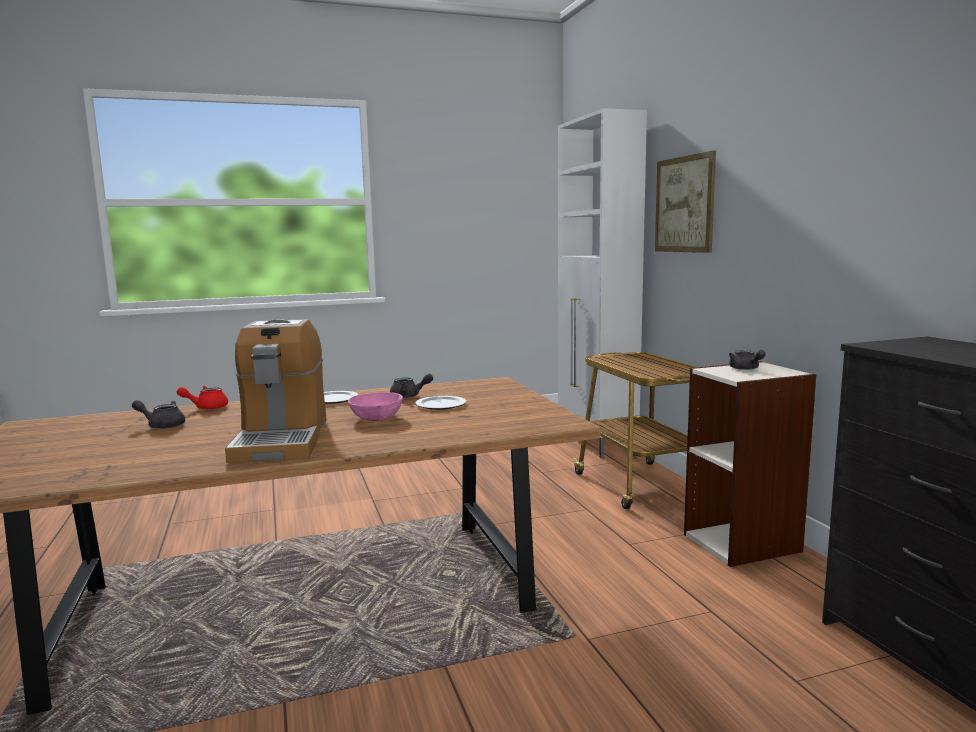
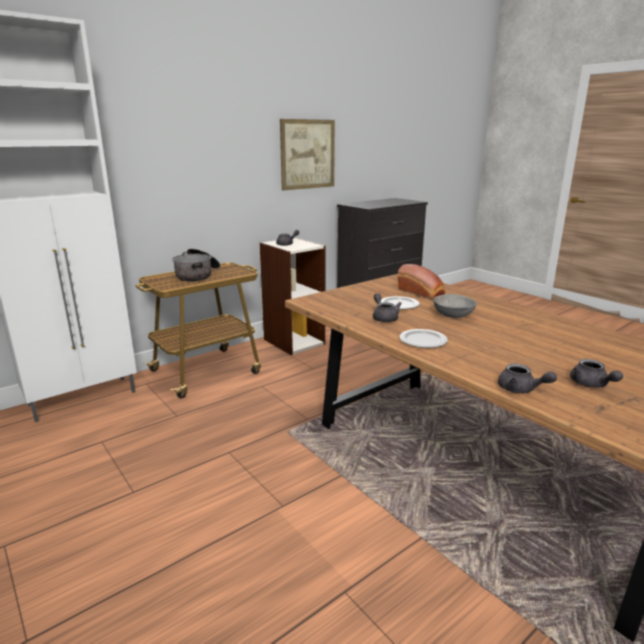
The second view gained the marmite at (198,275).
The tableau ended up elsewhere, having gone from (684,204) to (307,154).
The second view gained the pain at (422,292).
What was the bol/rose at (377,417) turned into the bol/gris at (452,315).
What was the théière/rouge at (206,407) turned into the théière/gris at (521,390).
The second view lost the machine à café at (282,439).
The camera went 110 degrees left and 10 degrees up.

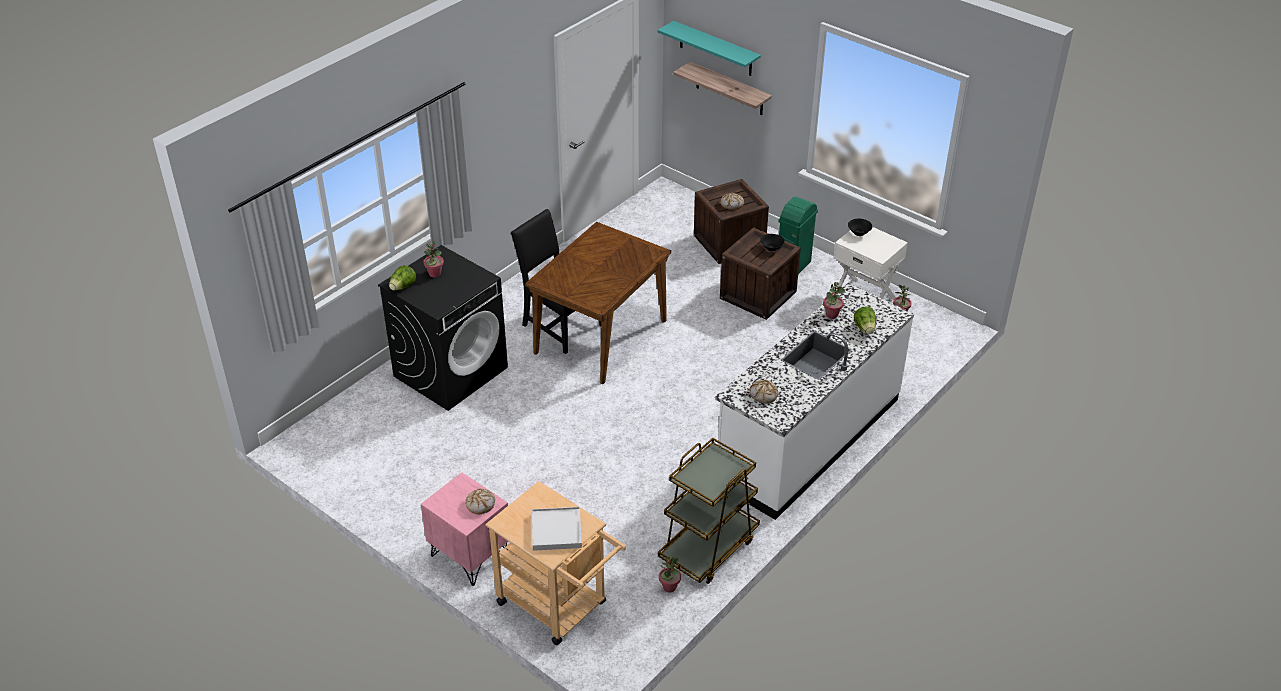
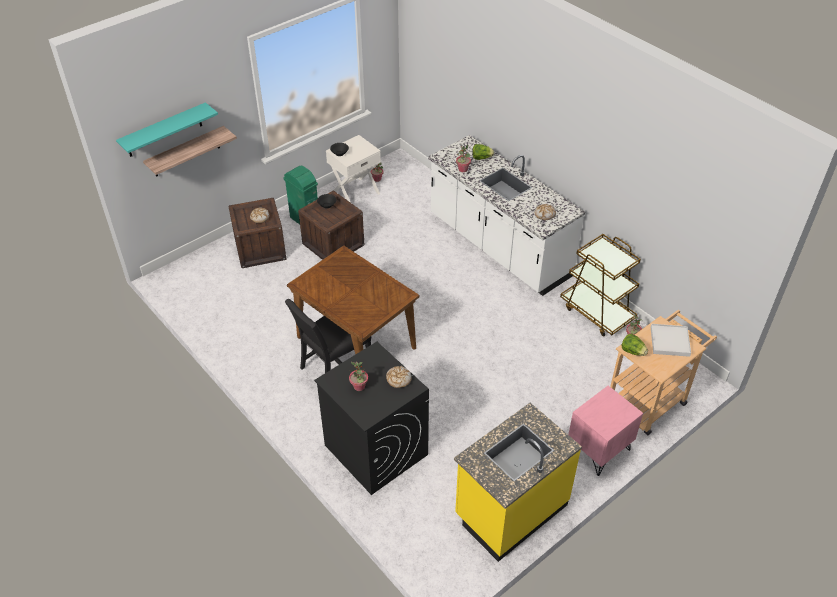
The pain ended up elsewhere, having gone from (480,504) to (398,379).
The second view gained the comptoir de cuisine/jaune at (510,510).
The laitue ended up elsewhere, having gone from (403,287) to (632,351).
The camera went 80 degrees left and 5 degrees up.

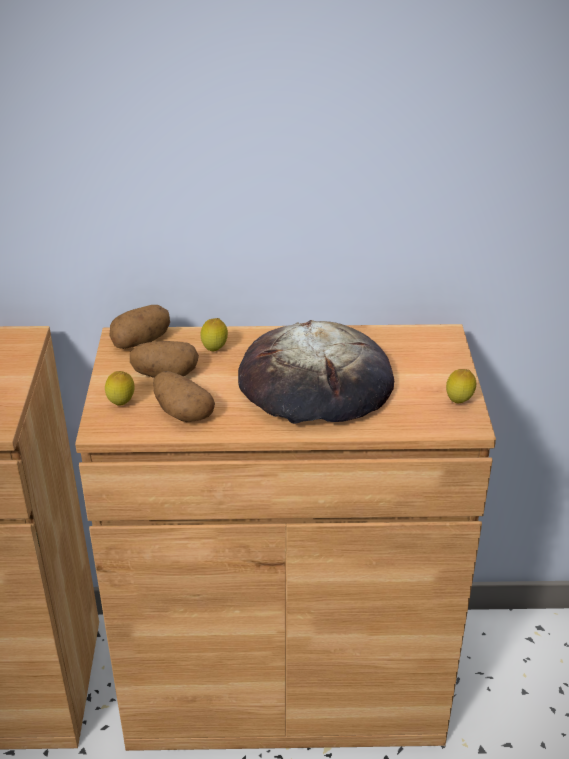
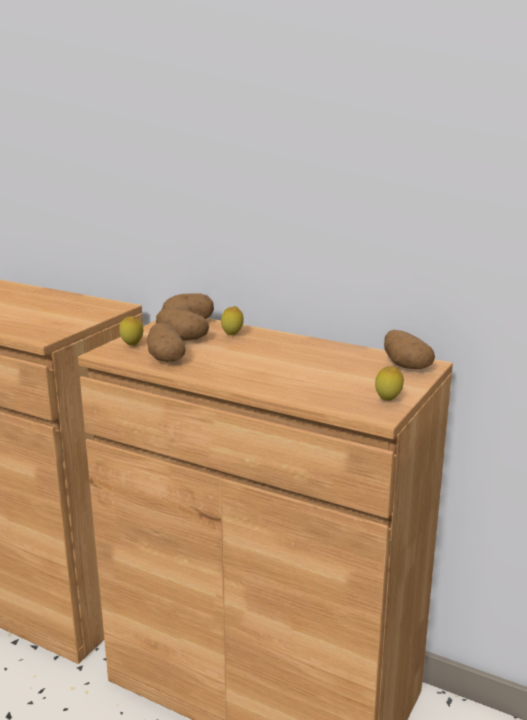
The second view gained the pomme de terre at (405,366).
The second view lost the pain at (315,384).
The camera went 30 degrees right and 15 degrees down.

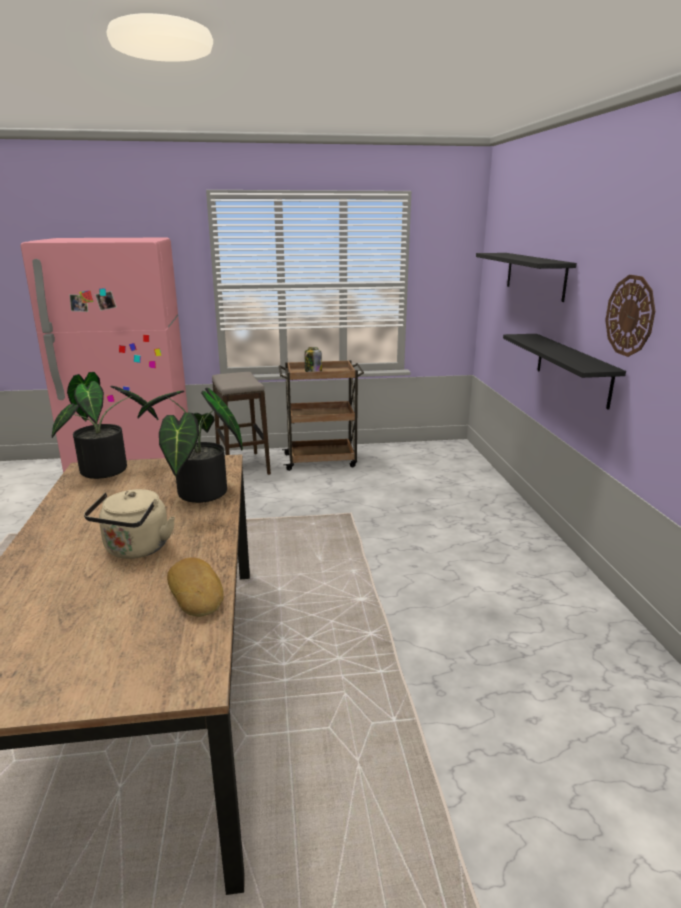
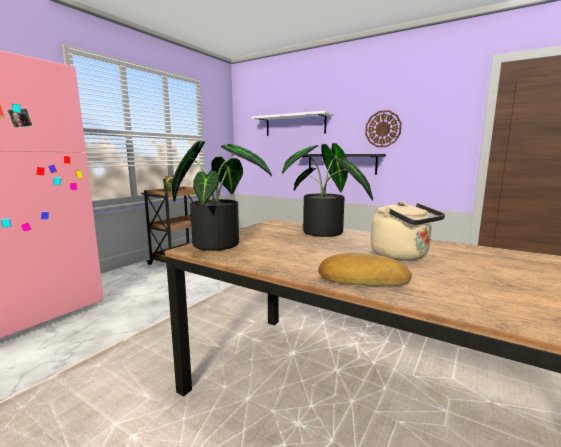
What was the étagère/noir at (535,275) turned into the étagère/blanc at (295,125).
The pain ended up elsewhere, having gone from (197,592) to (361,278).
The second view lost the tabouret at (243,466).
The camera went 50 degrees left and 10 degrees down.

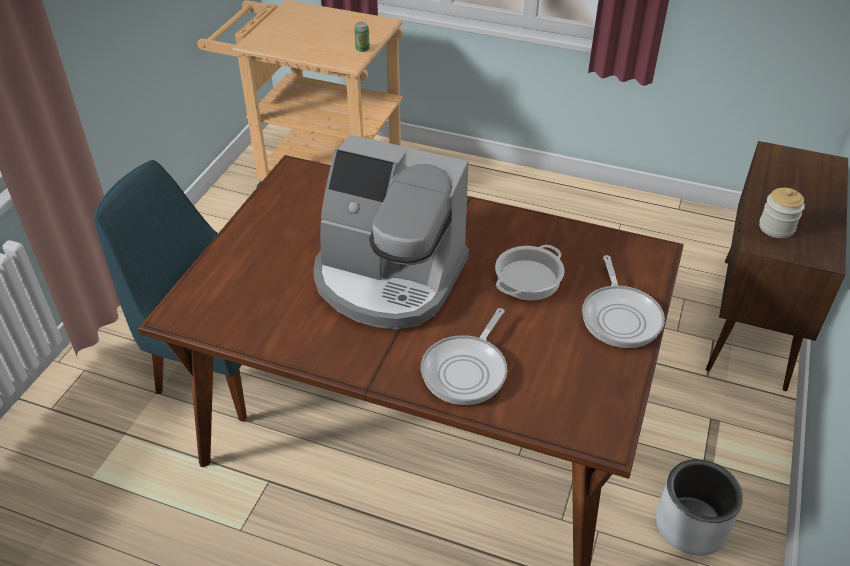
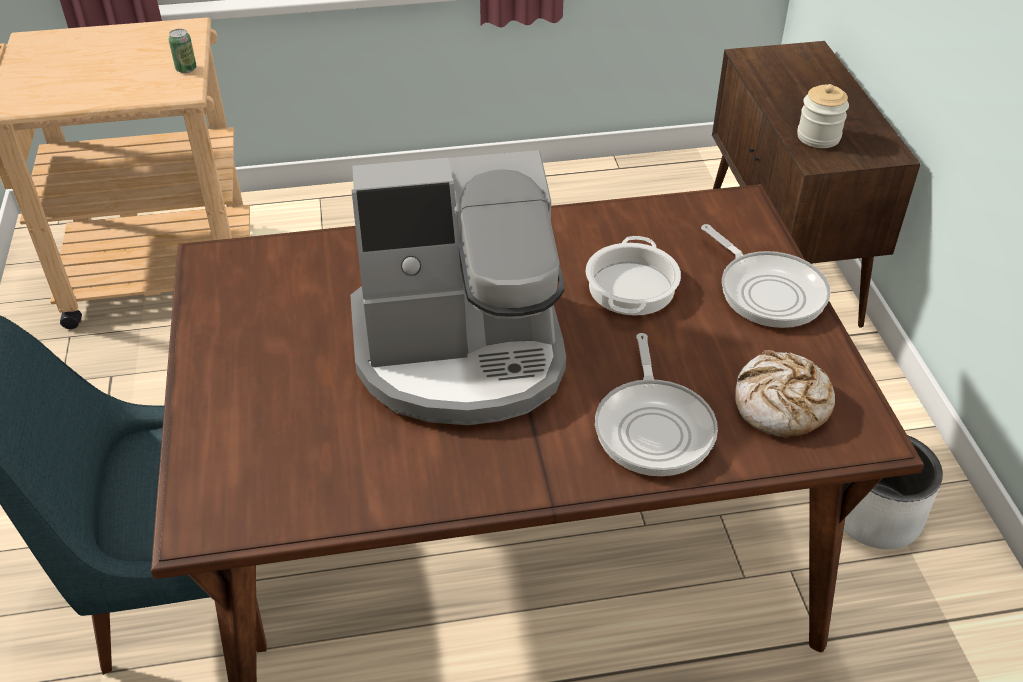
The second view gained the pain at (781,405).
The camera went 30 degrees left and 0 degrees up.

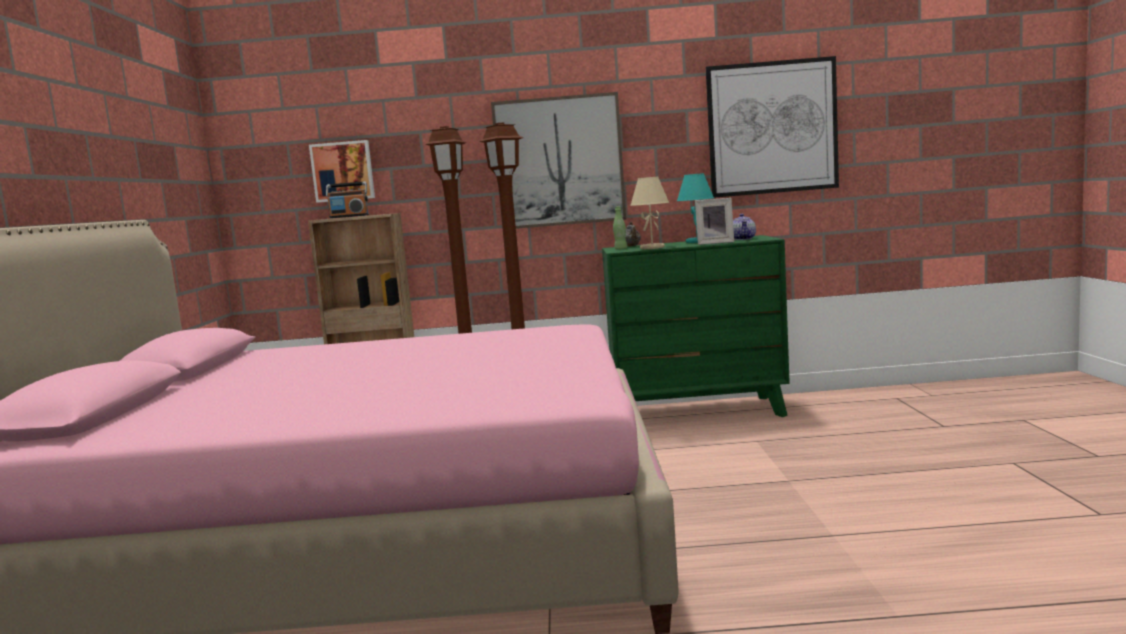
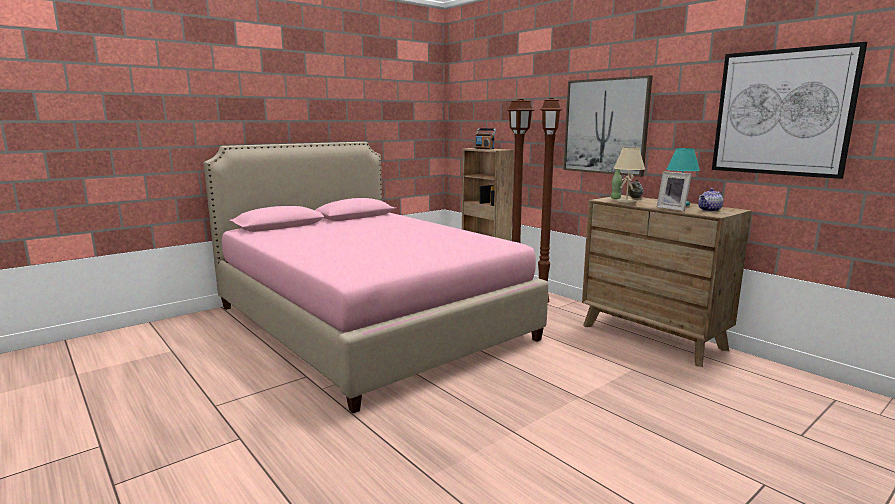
What was the commode/vert at (697,412) turned into the commode/marron at (652,337).
The second view lost the tableau at (343,171).
The camera went 50 degrees right and 5 degrees up.

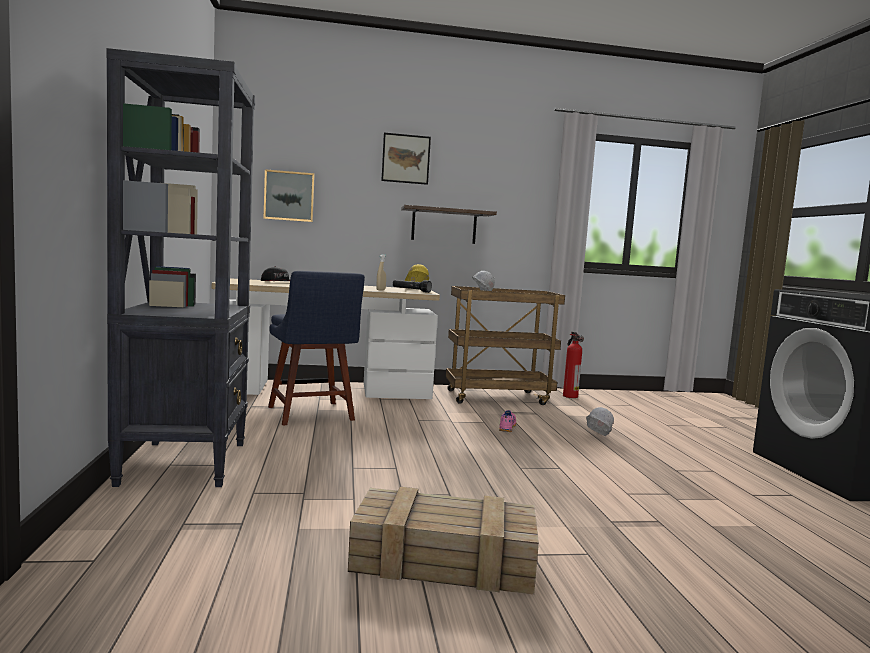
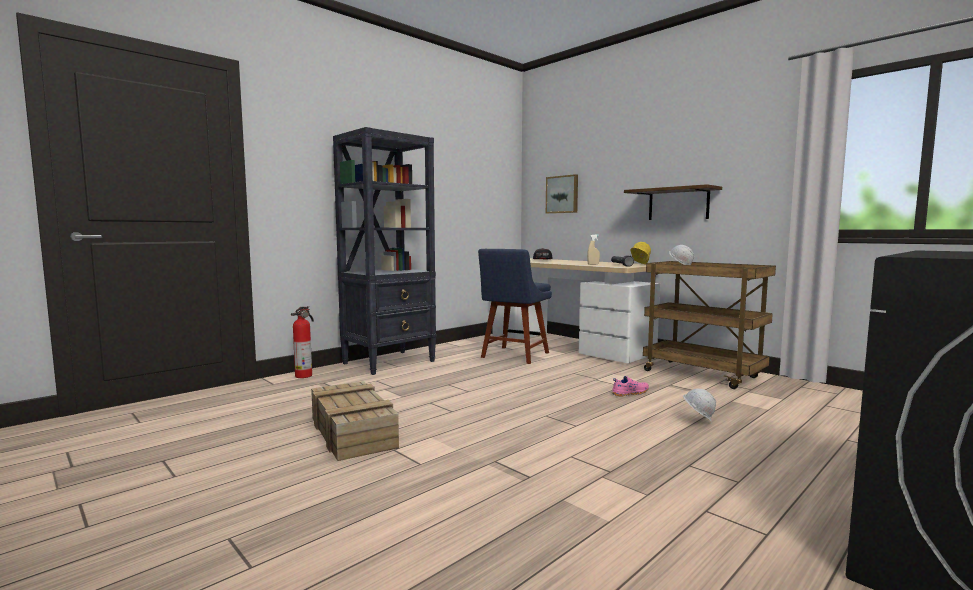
The extincteur ended up elsewhere, having gone from (569,396) to (304,375).
The second view lost the tableau at (406,159).
The camera went 55 degrees right and 0 degrees up.

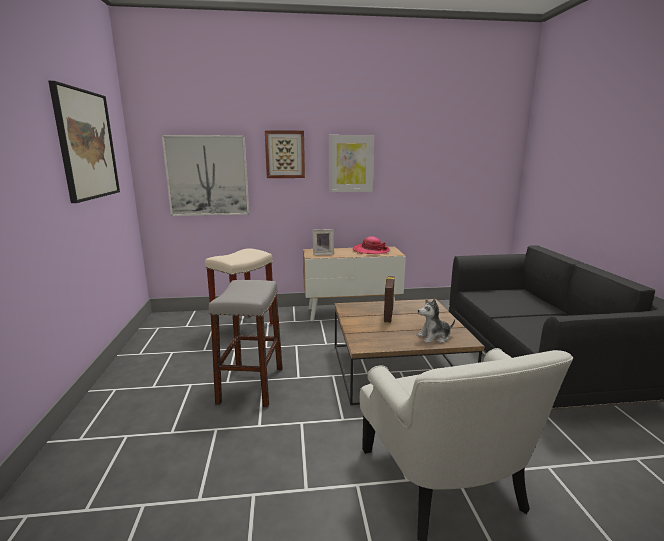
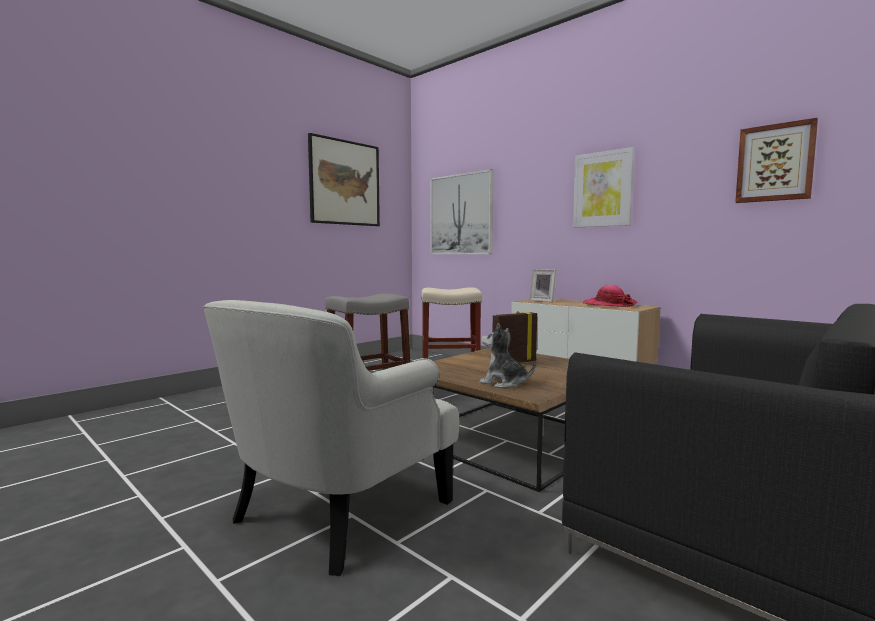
The tableau ended up elsewhere, having gone from (285,154) to (775,163).
The camera went 50 degrees right and 10 degrees down.

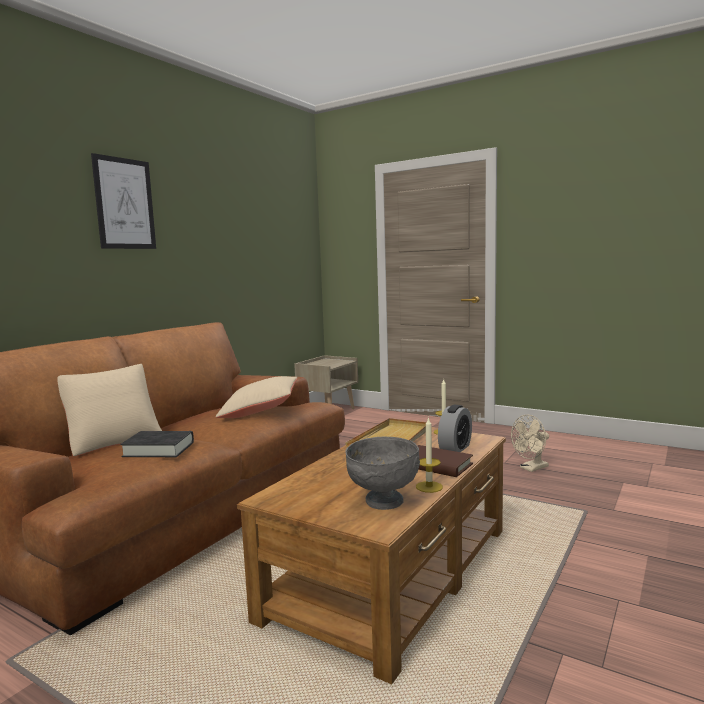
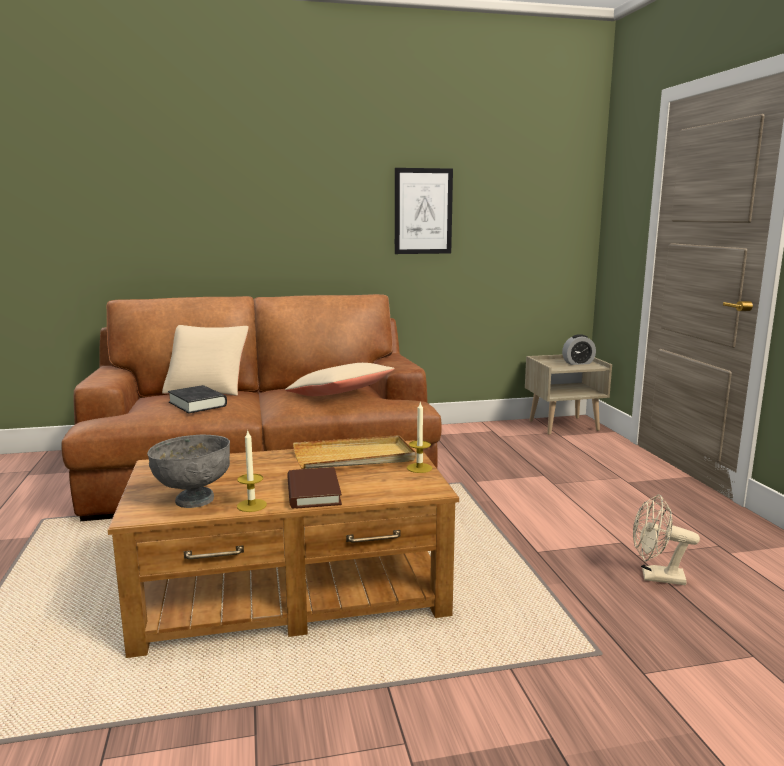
The tableau ended up elsewhere, having gone from (124,203) to (423,211).
The réveil ended up elsewhere, having gone from (455,448) to (578,363).
The camera went 45 degrees right and 5 degrees up.

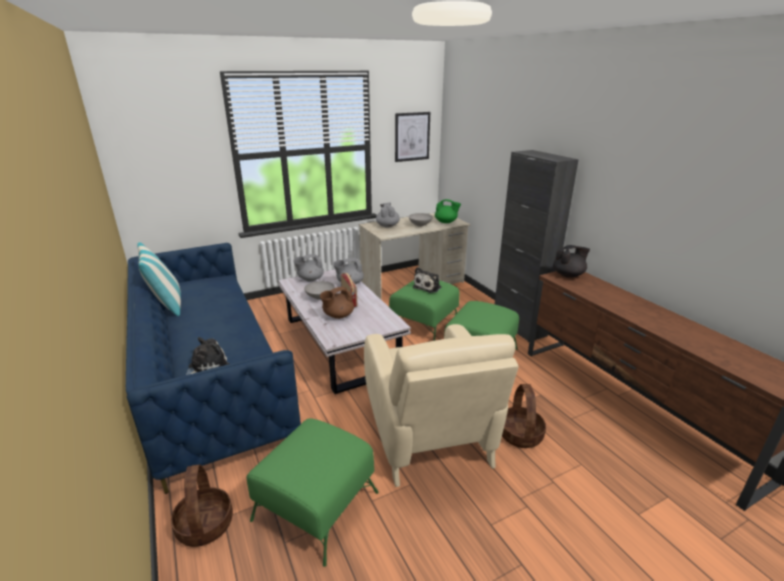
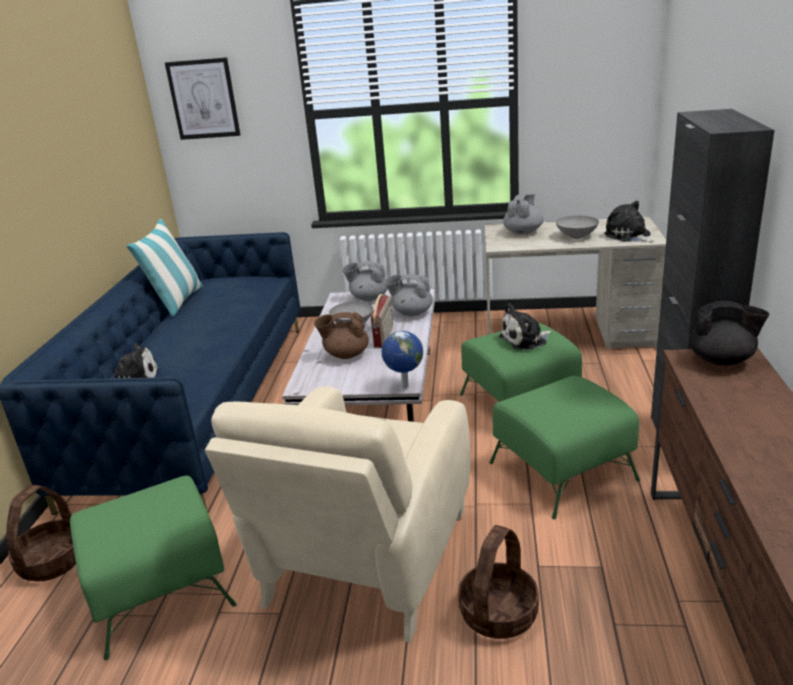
The tableau ended up elsewhere, having gone from (412,136) to (203,99).
The second view gained the globe at (404,387).
Where the théière/vert stood at (446,222), the peluche came to stand at (629,236).
The camera went 35 degrees right and 0 degrees up.

